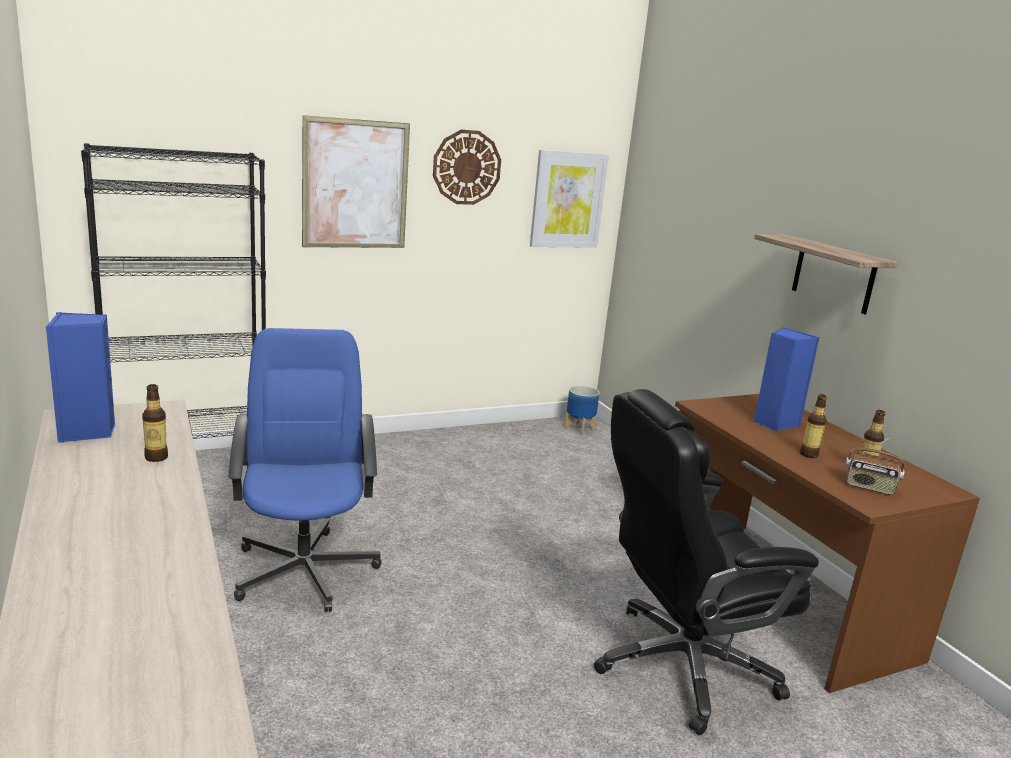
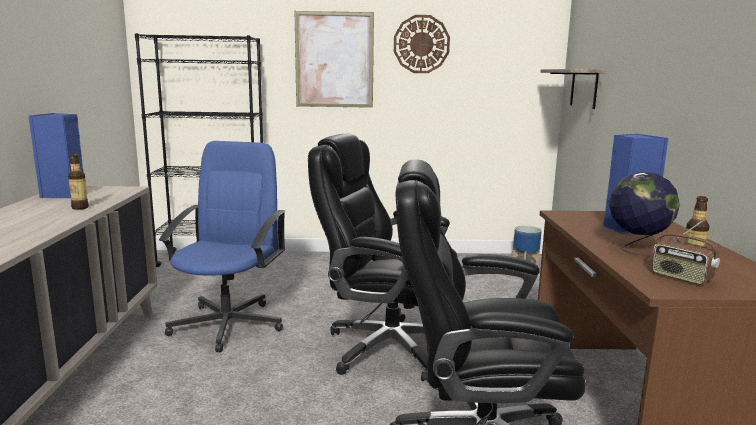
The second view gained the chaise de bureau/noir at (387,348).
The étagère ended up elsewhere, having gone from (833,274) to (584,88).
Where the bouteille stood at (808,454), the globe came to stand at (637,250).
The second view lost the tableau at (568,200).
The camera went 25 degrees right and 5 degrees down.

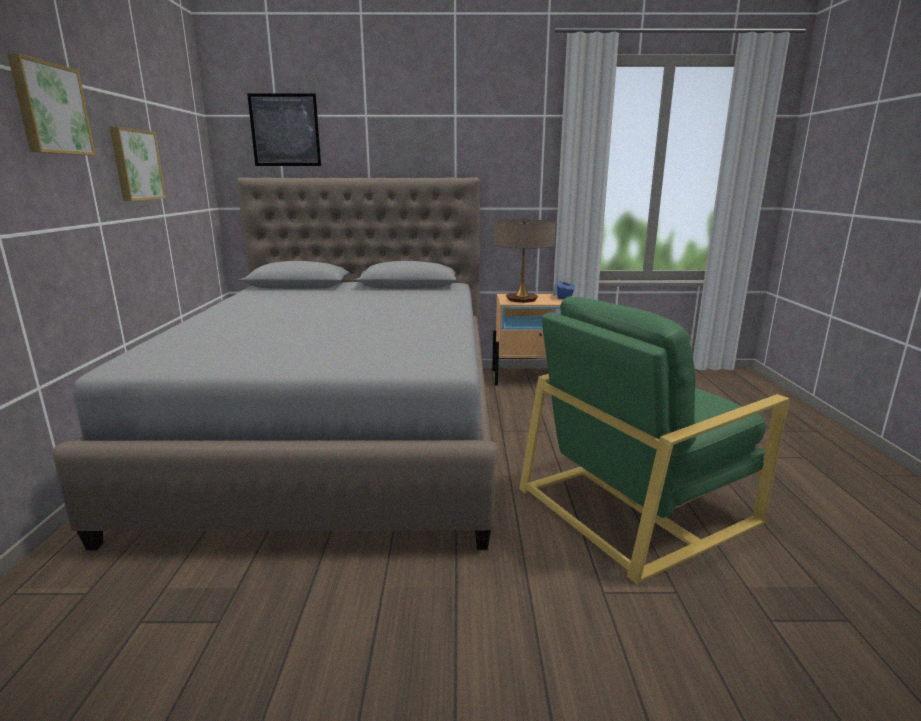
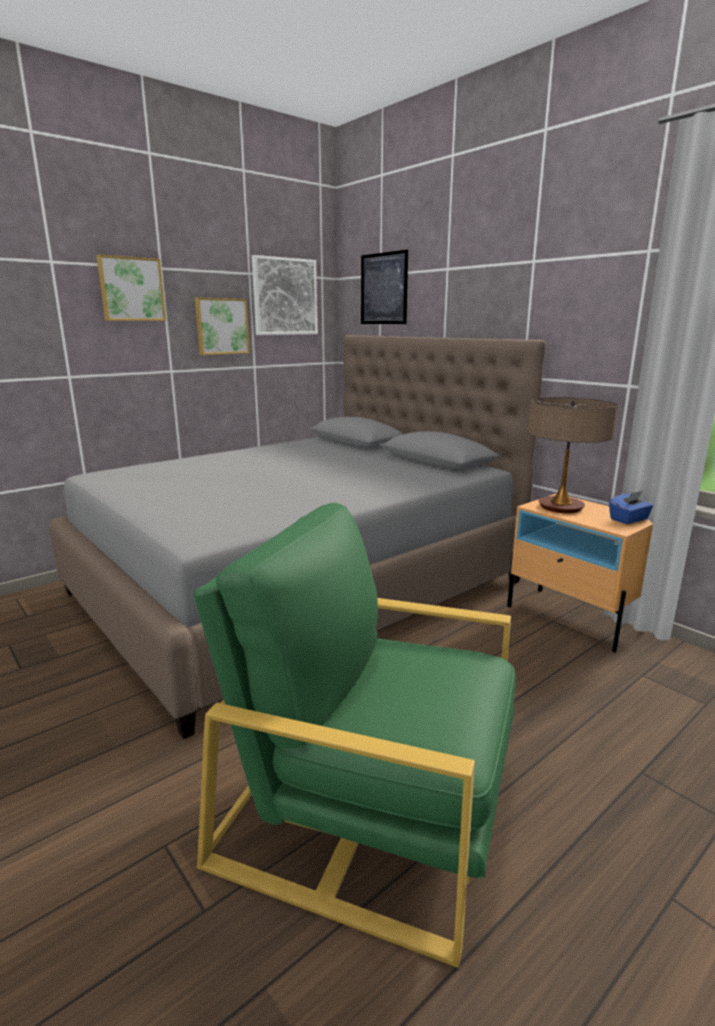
The second view gained the tableau at (284,297).
The camera went 50 degrees right and 0 degrees up.

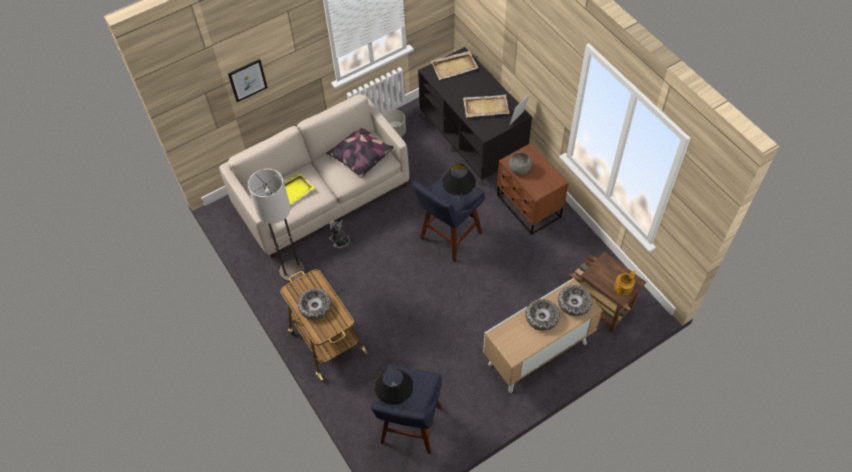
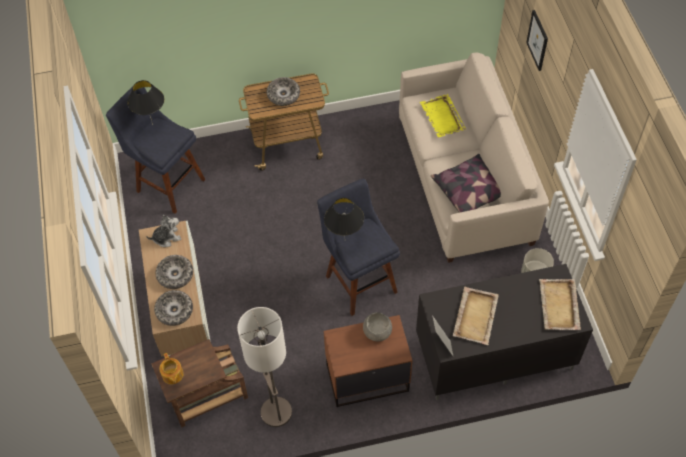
The peluche ended up elsewhere, having gone from (340,240) to (166,237).
The lampadaire ended up elsewhere, having gone from (292,271) to (276,412).
The camera went 110 degrees right and 0 degrees up.

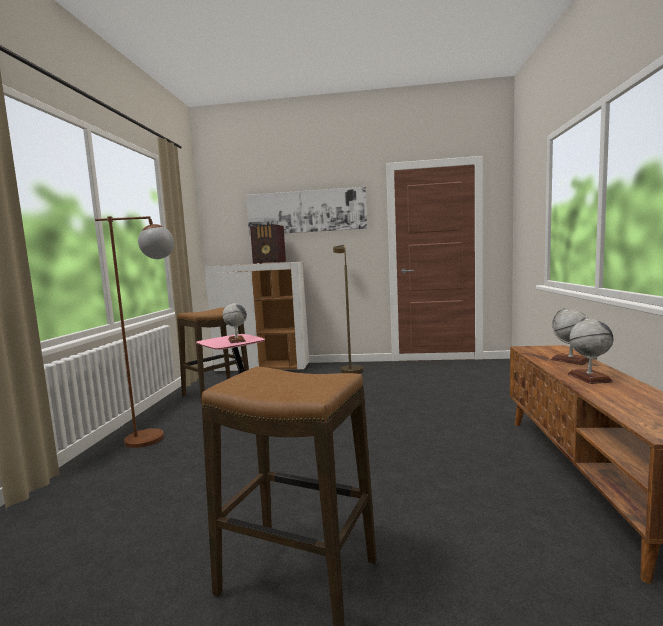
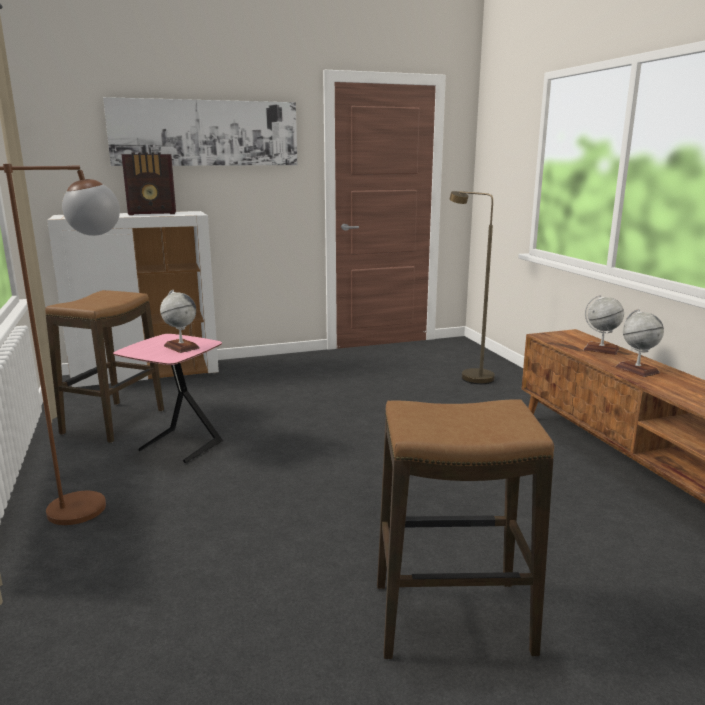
The lampadaire/marron ended up elsewhere, having gone from (349,369) to (470,376).
The camera went 25 degrees left and 10 degrees up.

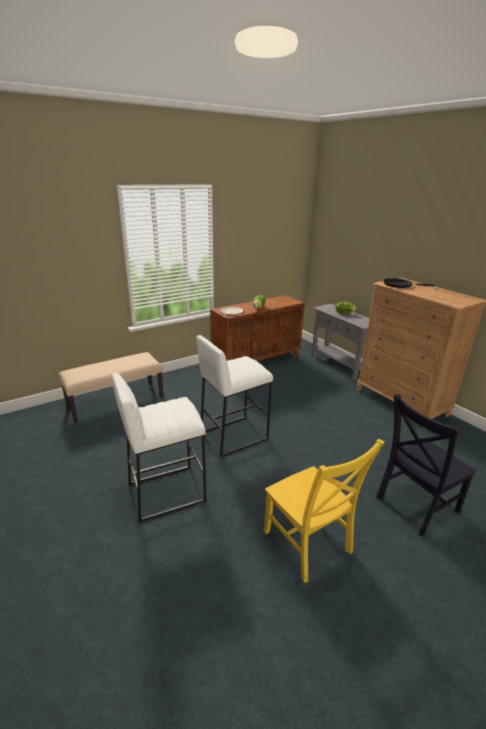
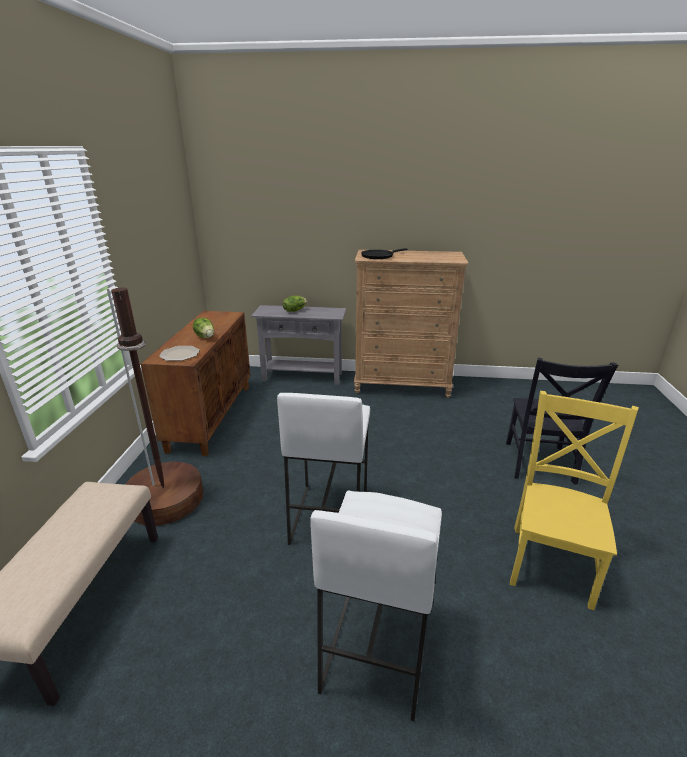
The second view gained the lampadaire/marron at (166,499).
The chaise/jaune at (309,545) ended up facing another way, 75 degrees counterclockwise from before.
The camera went 50 degrees left and 0 degrees up.

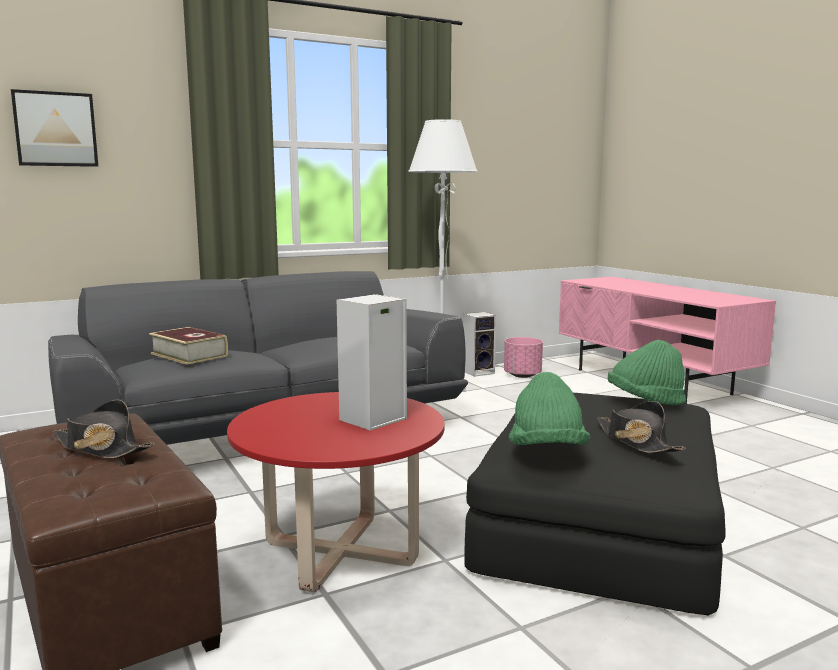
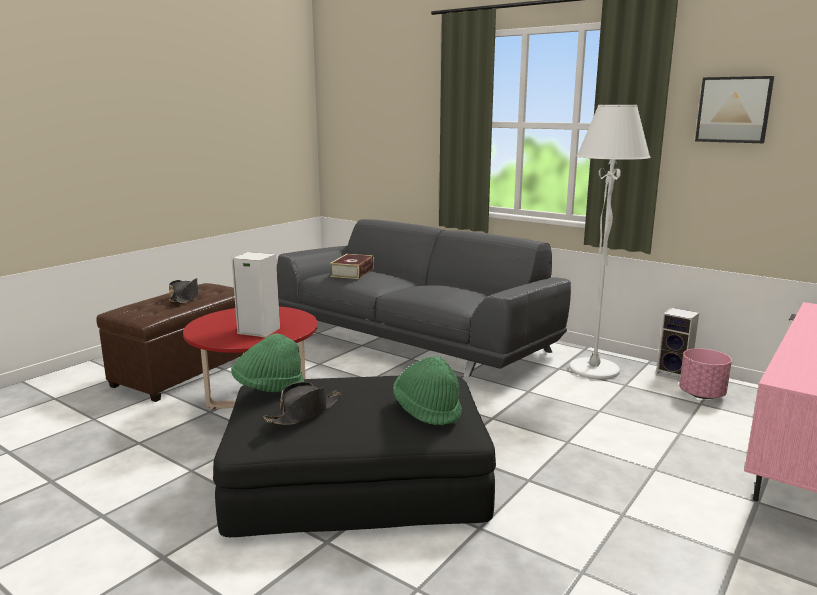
The tableau ended up elsewhere, having gone from (55,129) to (734,109).
The camera went 65 degrees right and 5 degrees up.

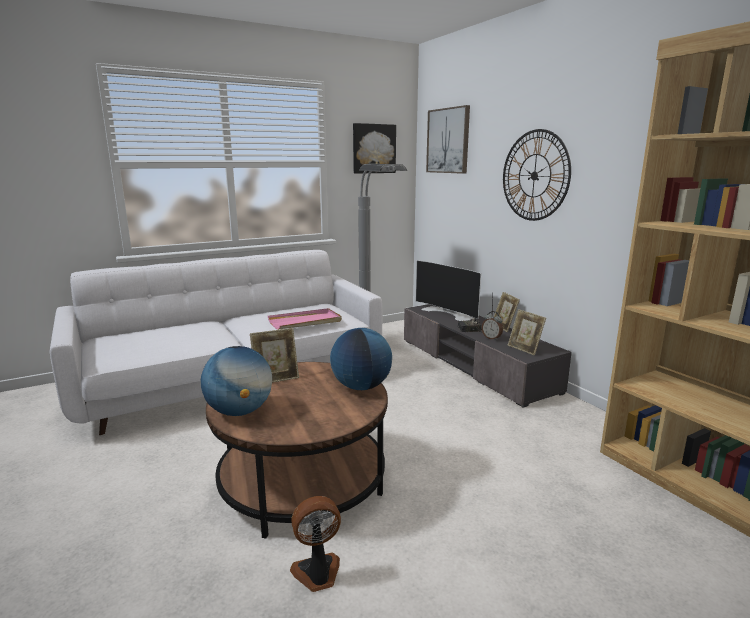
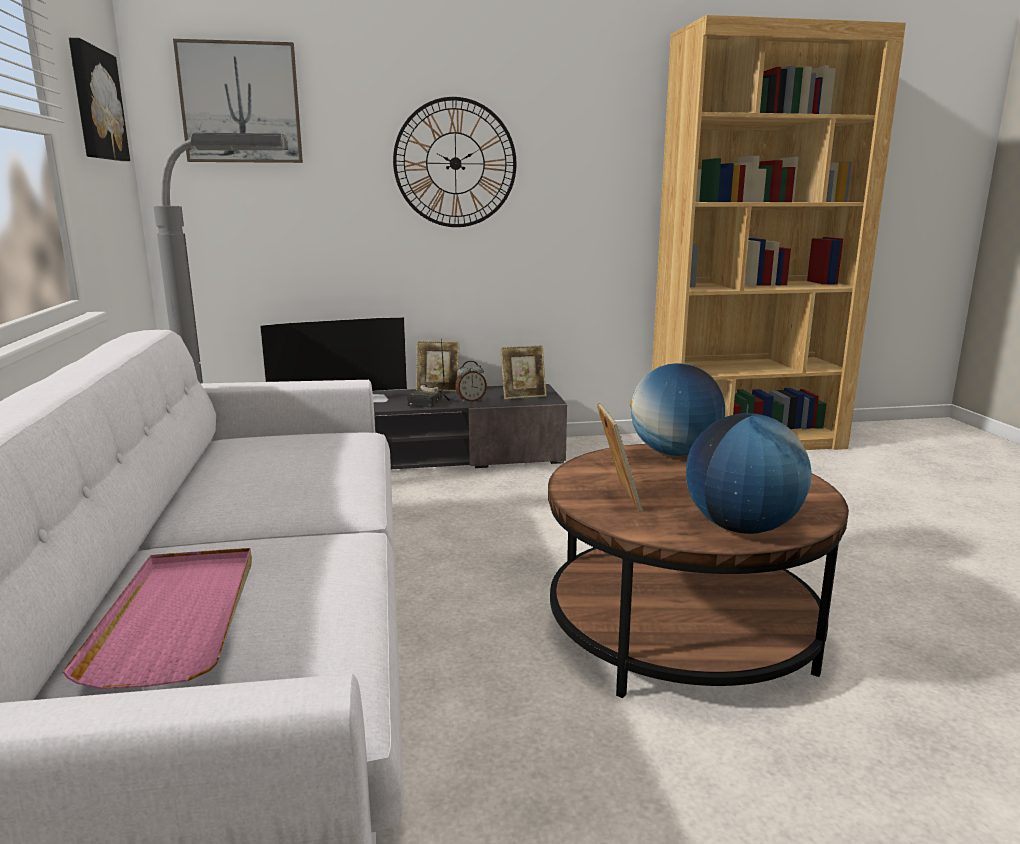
The plateau/rose ended up elsewhere, having gone from (305,322) to (178,617).
The second view lost the ventilateur at (317,574).
The camera went 70 degrees left and 0 degrees up.

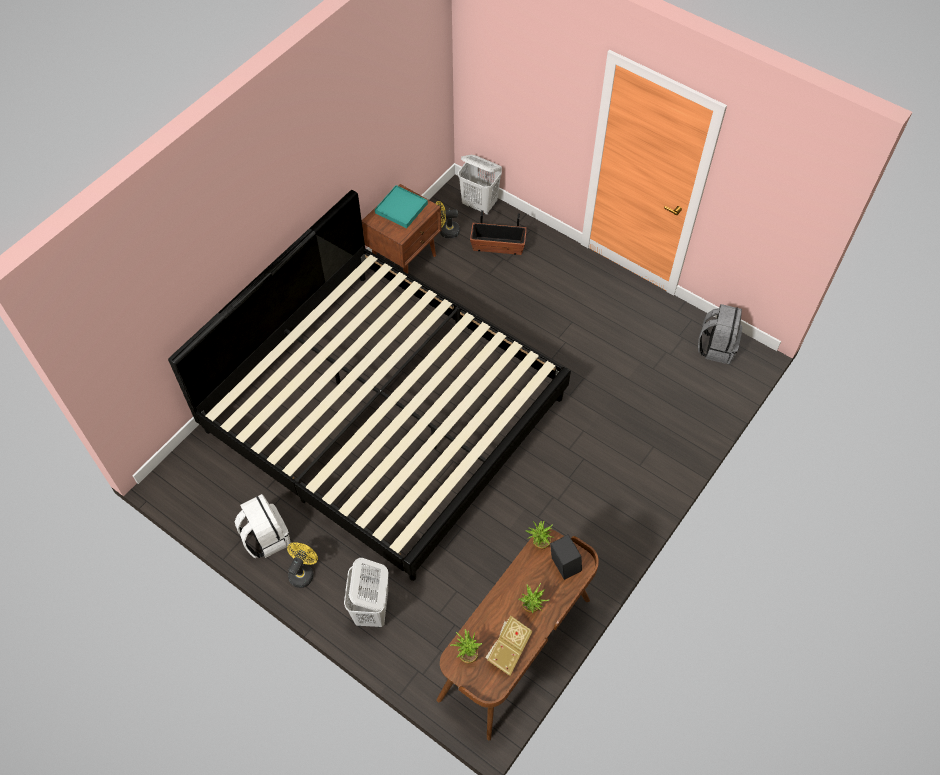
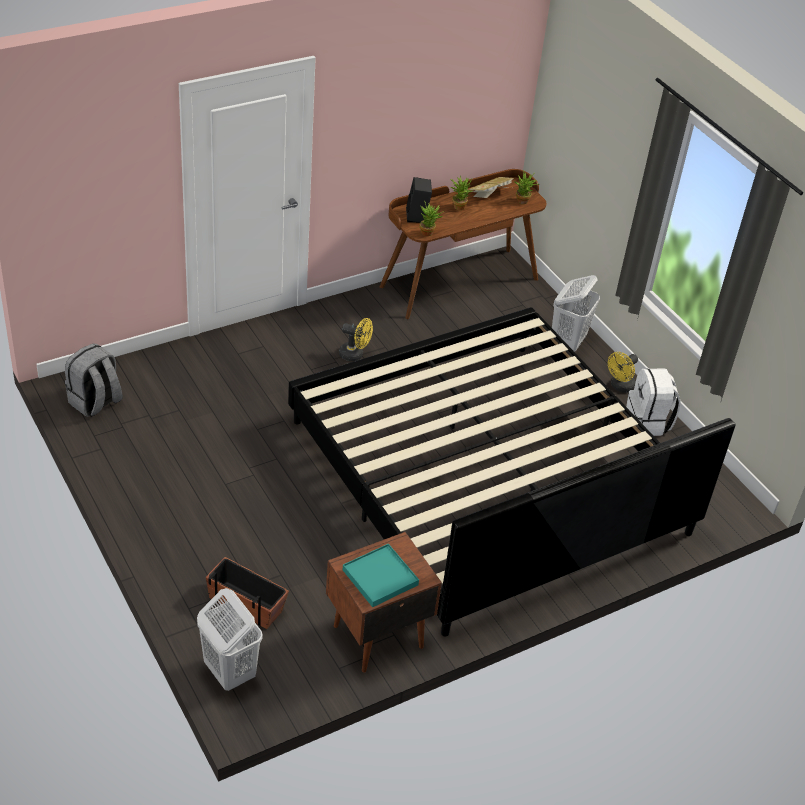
The ventilateur/jaune ended up elsewhere, having gone from (446,231) to (355,355).
The camera went 160 degrees left and 15 degrees down.

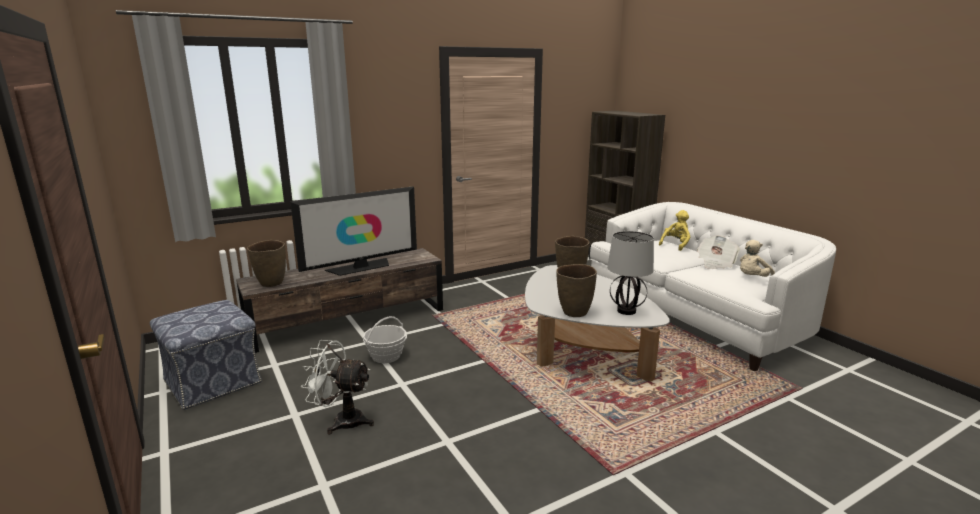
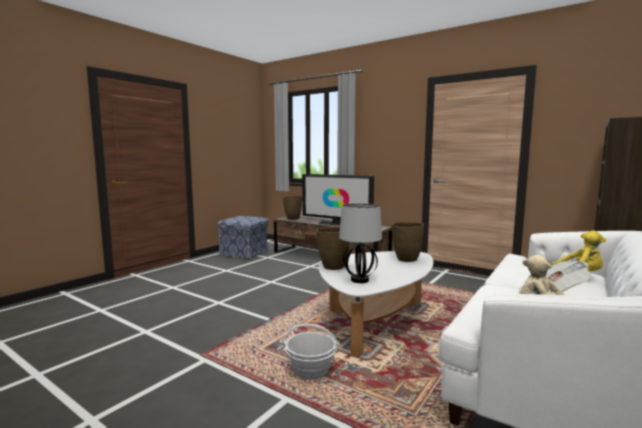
The panier ended up elsewhere, having gone from (386,356) to (310,370).
The second view lost the ventilateur/blanc at (342,421).
The camera went 65 degrees right and 10 degrees down.

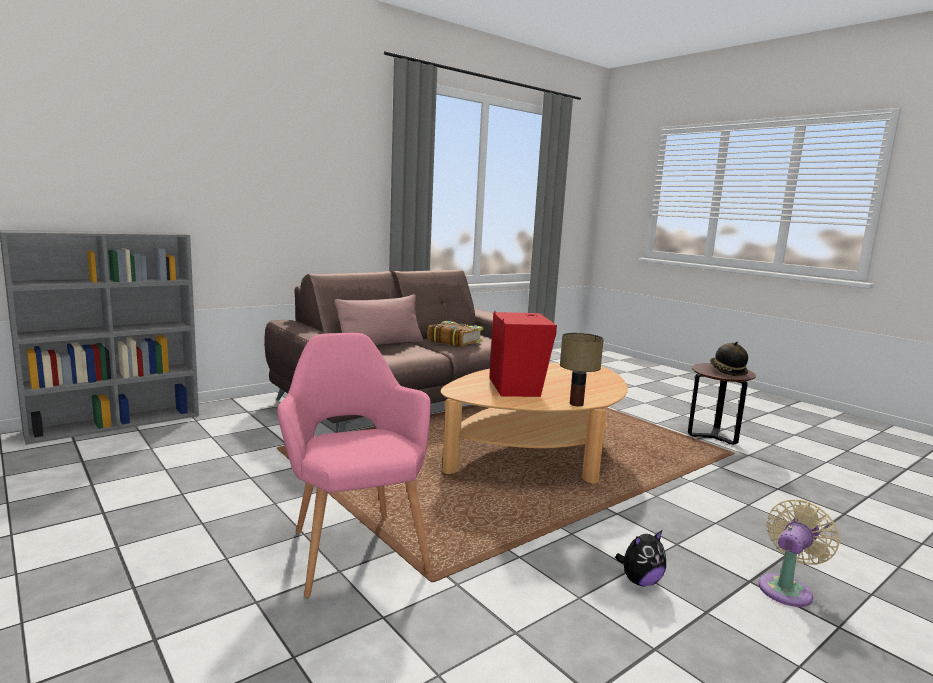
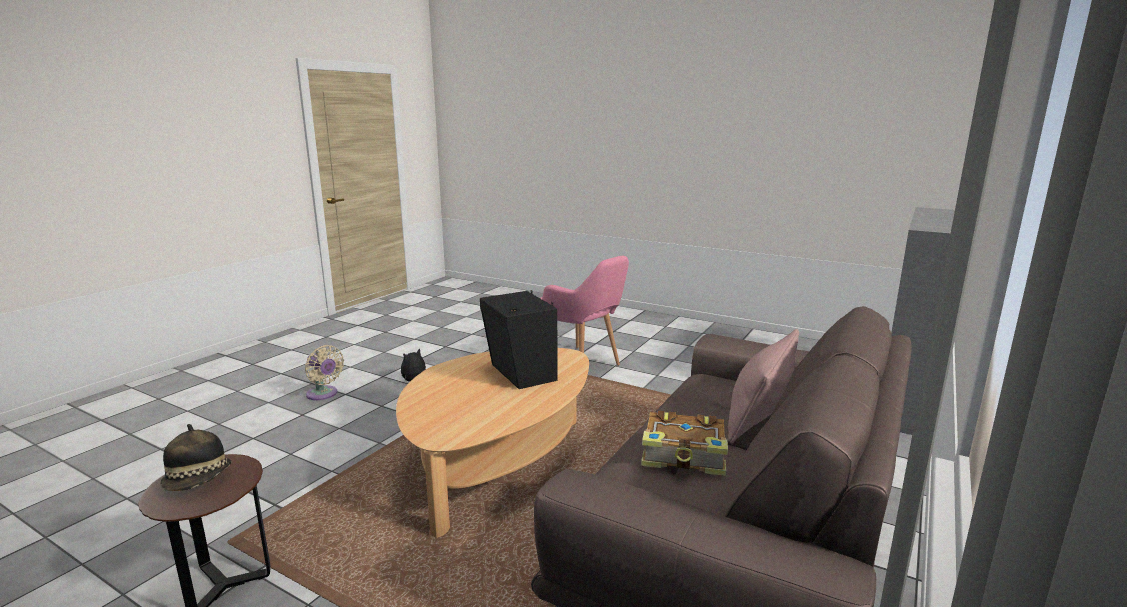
The ventilateur/beige at (787,588) ended up facing another way, 75 degrees counterclockwise from before.
What was the enceinte/rouge at (517,386) turned into the enceinte/noir at (520,374).
The second view lost the lampe de table at (575,404).
The camera went 160 degrees right and 5 degrees up.

